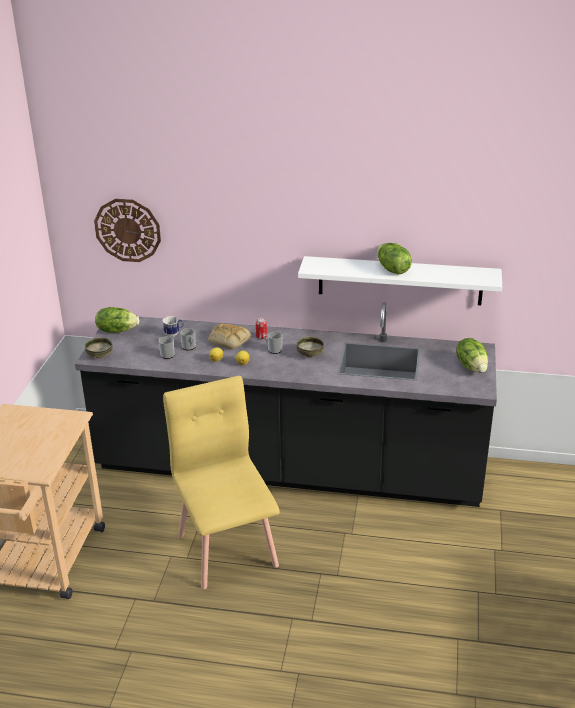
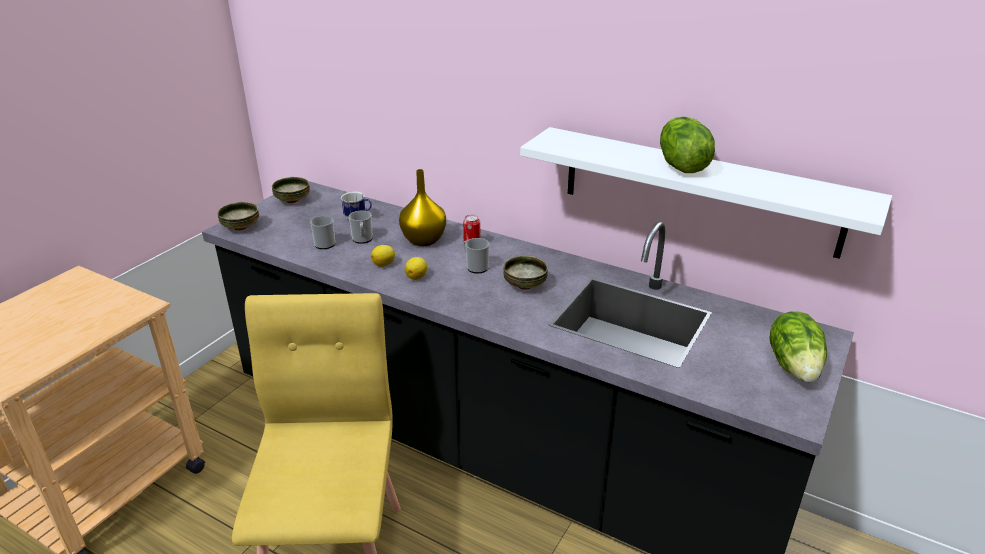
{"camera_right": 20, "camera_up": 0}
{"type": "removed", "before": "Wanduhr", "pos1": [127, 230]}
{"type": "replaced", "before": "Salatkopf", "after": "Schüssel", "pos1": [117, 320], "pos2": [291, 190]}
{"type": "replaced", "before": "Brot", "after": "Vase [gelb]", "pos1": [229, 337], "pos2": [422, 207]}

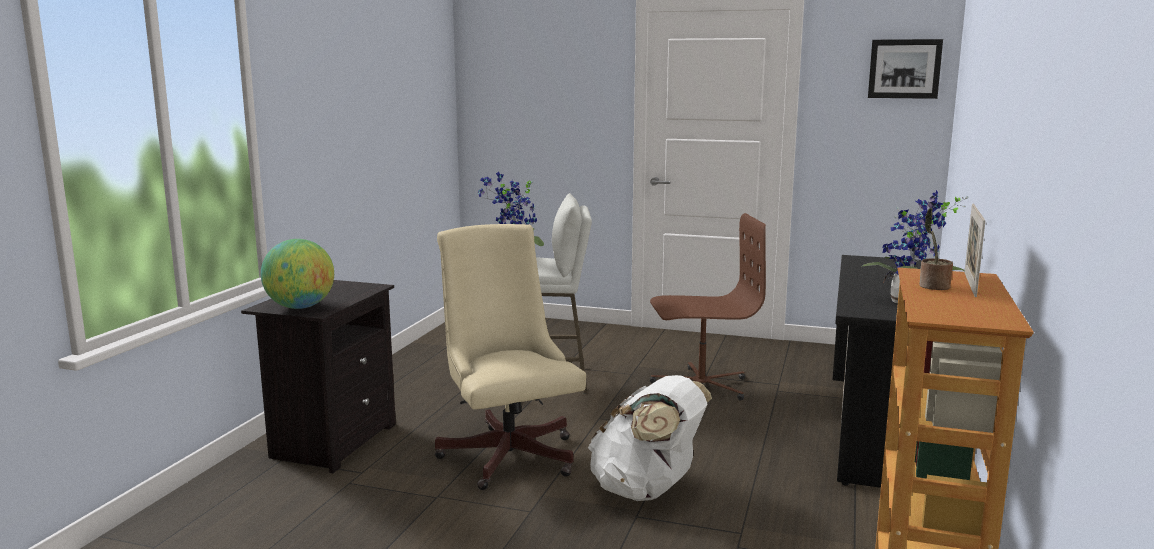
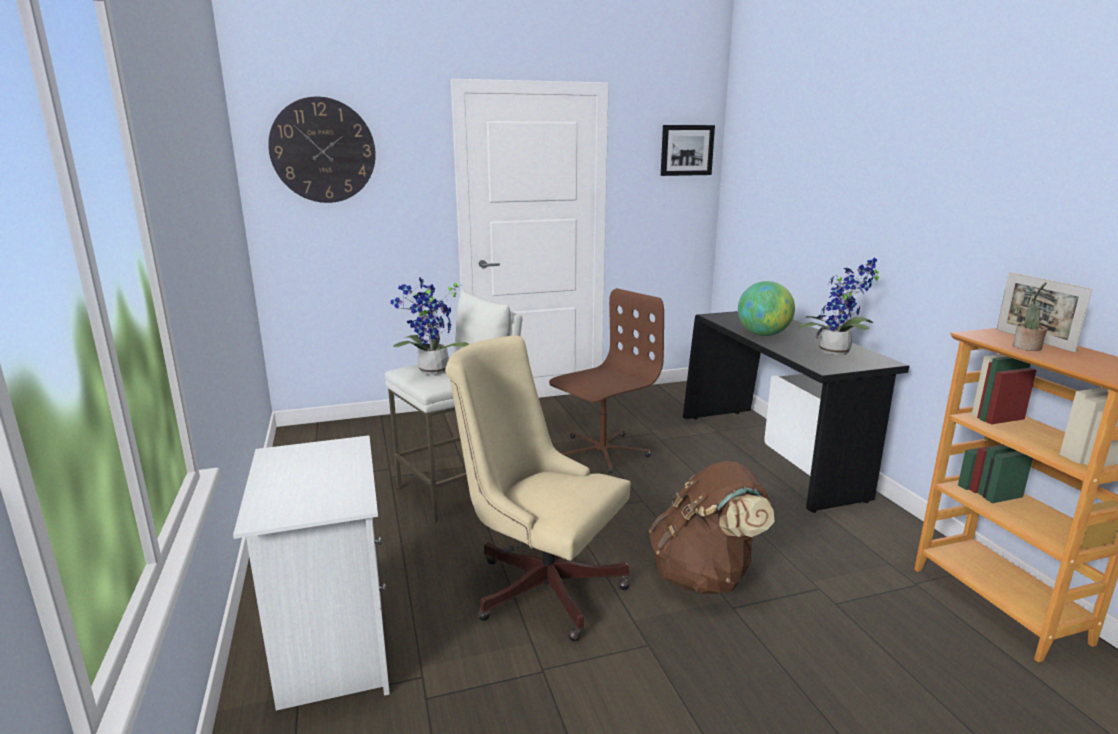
{"camera_right": -35, "camera_up": 5}
{"type": "added", "after": "Wanduhr", "pos2": [322, 150]}
{"type": "moved", "before": "Globus", "pos1": [297, 274], "pos2": [766, 308]}
{"type": "recoloured", "before": "Nachttisch [schwarz]", "after": "Nachttisch [weiß]", "pos1": [318, 376], "pos2": [311, 573]}
{"type": "recoloured", "before": "Rucksack [weiß]", "after": "Rucksack [braun]", "pos1": [650, 438], "pos2": [712, 527]}

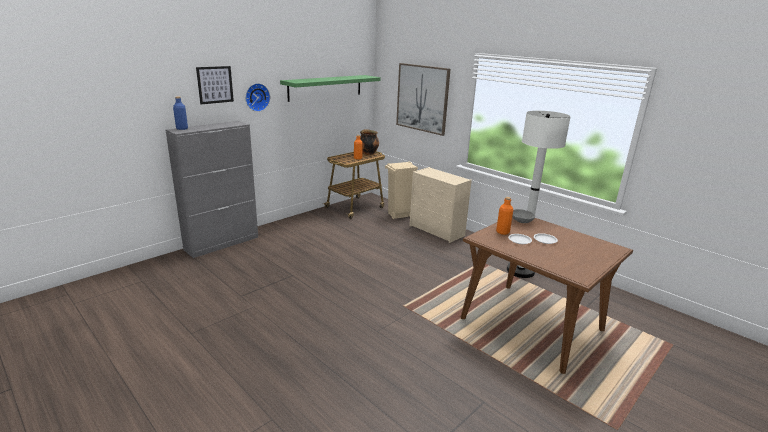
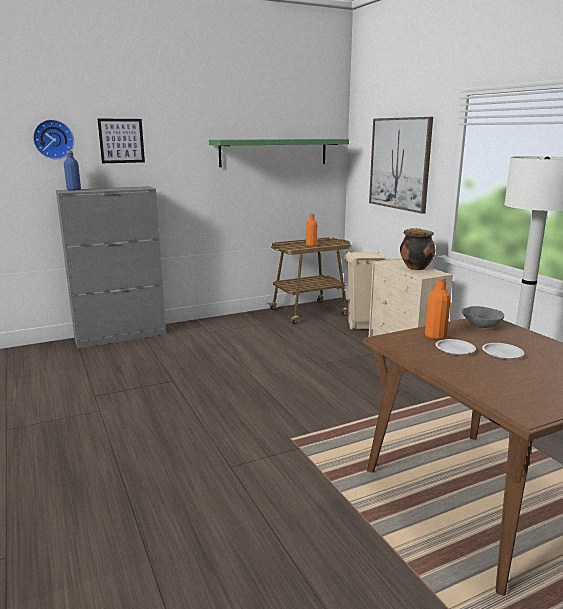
{"camera_right": 20, "camera_up": -5}
{"type": "moved", "before": "Wanduhr", "pos1": [257, 97], "pos2": [53, 139]}
{"type": "moved", "before": "Kochtopf", "pos1": [369, 142], "pos2": [418, 249]}

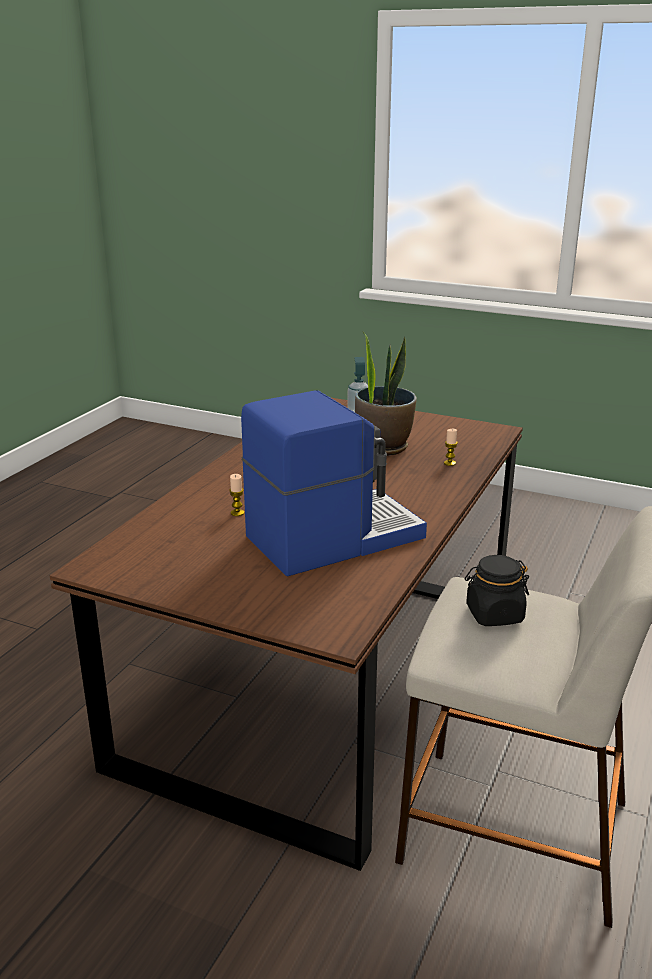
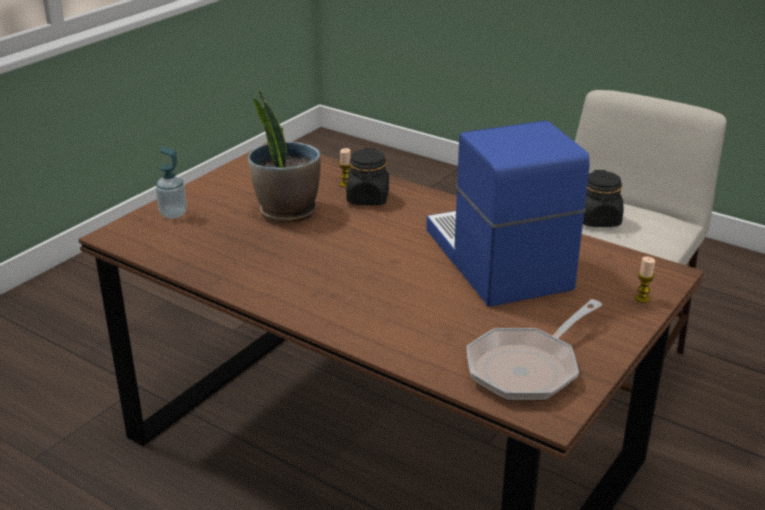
{"camera_right": -80, "camera_up": 5}
{"type": "added", "after": "Vorratsglas [schwarz]", "pos2": [367, 176]}
{"type": "added", "after": "Pfanne", "pos2": [535, 350]}
{"type": "moved", "before": "Kerze", "pos1": [236, 495], "pos2": [645, 279]}

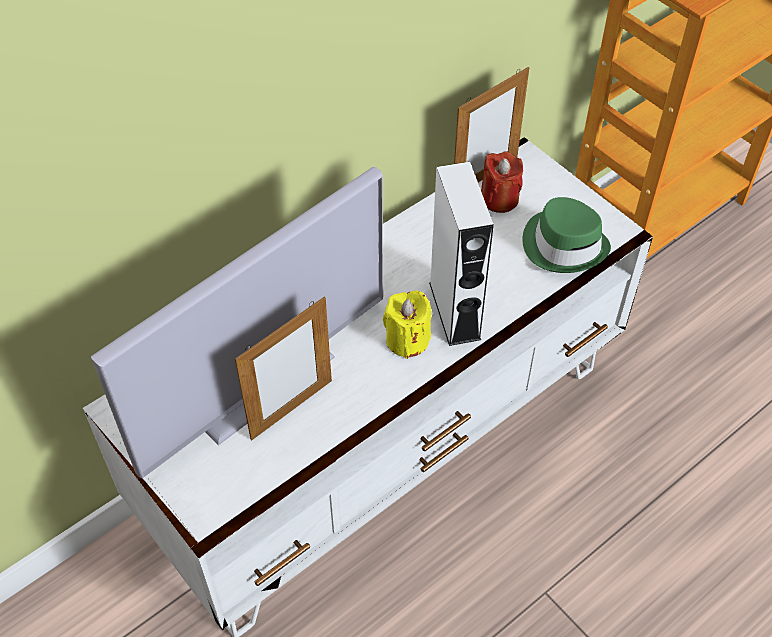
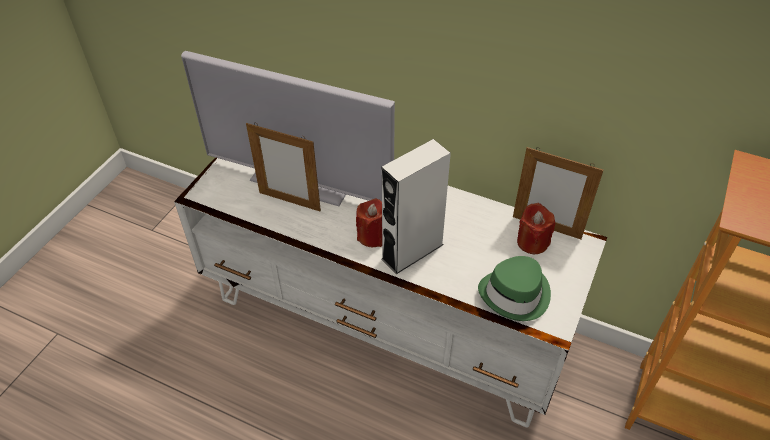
{"camera_right": 65, "camera_up": -5}
{"type": "recoloured", "before": "Kerze [gelb]", "after": "Kerze [rot]", "pos1": [407, 324], "pos2": [369, 223]}

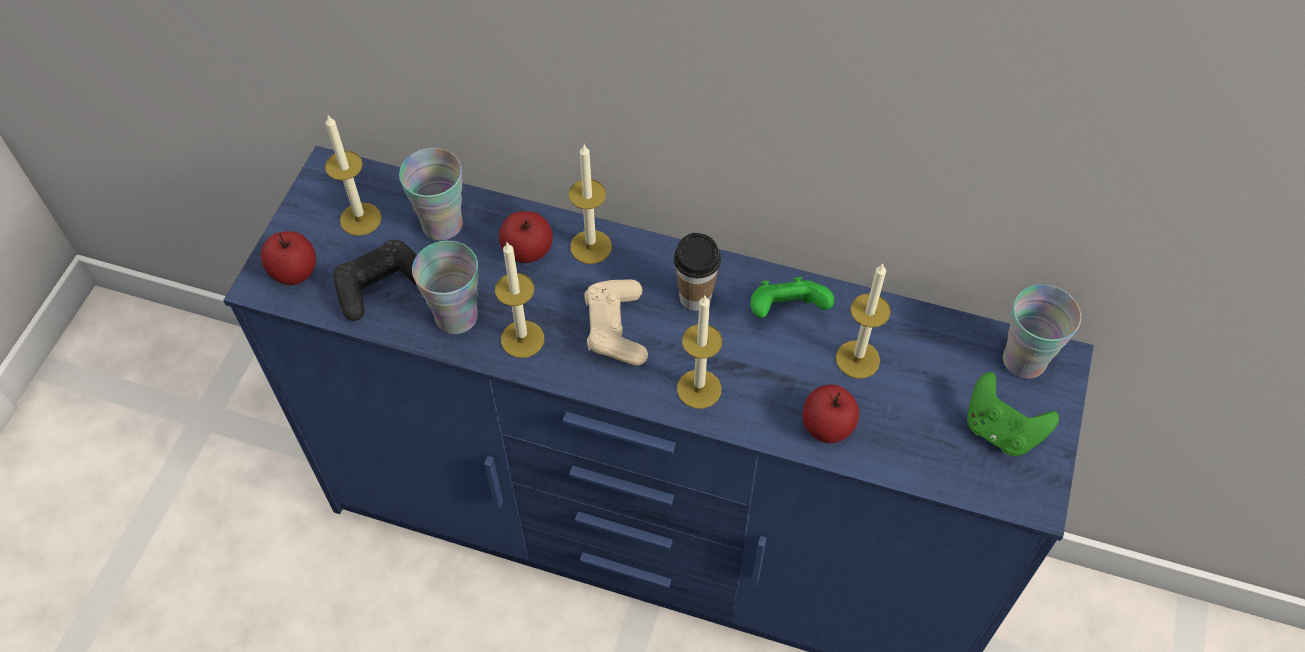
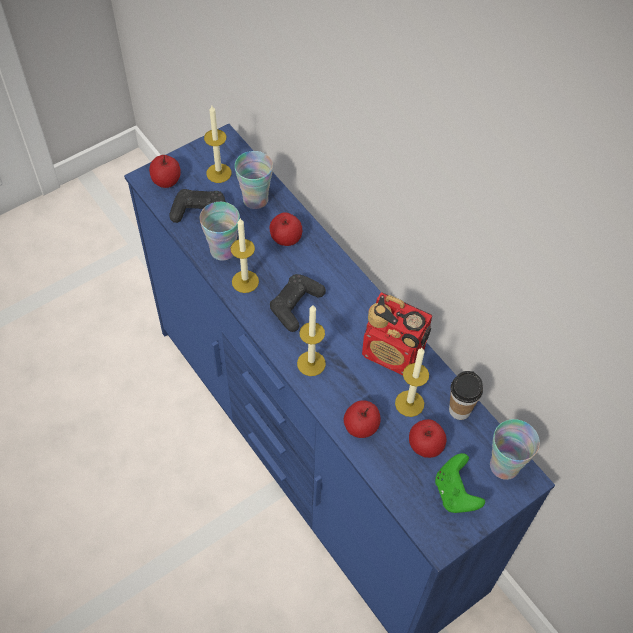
{"camera_right": 35, "camera_up": 0}
{"type": "removed", "before": "Kerze", "pos1": [590, 204]}
{"type": "added", "after": "Apfel", "pos2": [427, 438]}
{"type": "moved", "before": "Tasse", "pos1": [697, 272], "pos2": [466, 395]}
{"type": "replaced", "before": "Gamepad [grün]", "after": "Radio", "pos1": [792, 297], "pos2": [397, 333]}
{"type": "recoloured", "before": "Gamepad [beige]", "after": "Gamepad [schwarz]", "pos1": [616, 323], "pos2": [298, 303]}

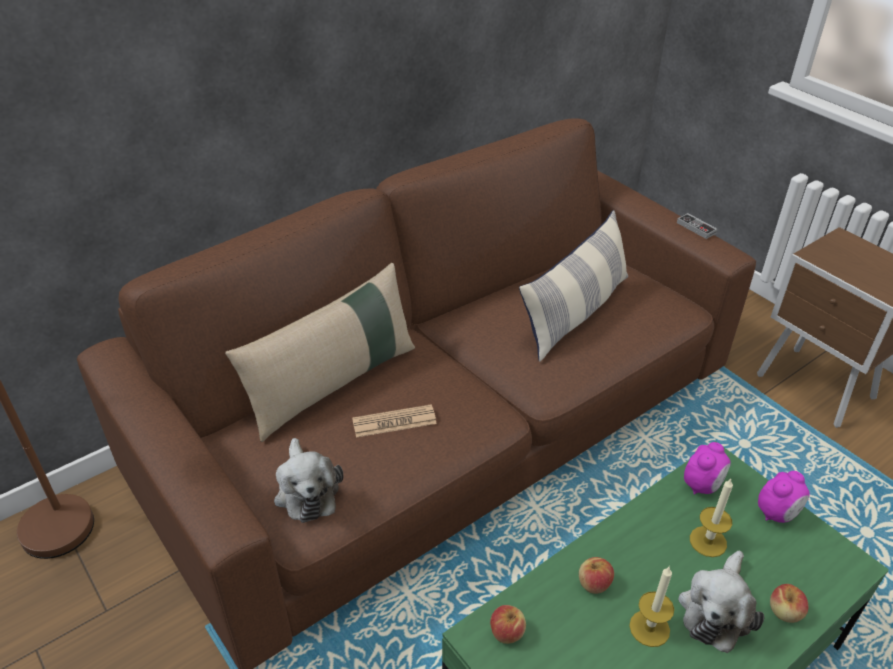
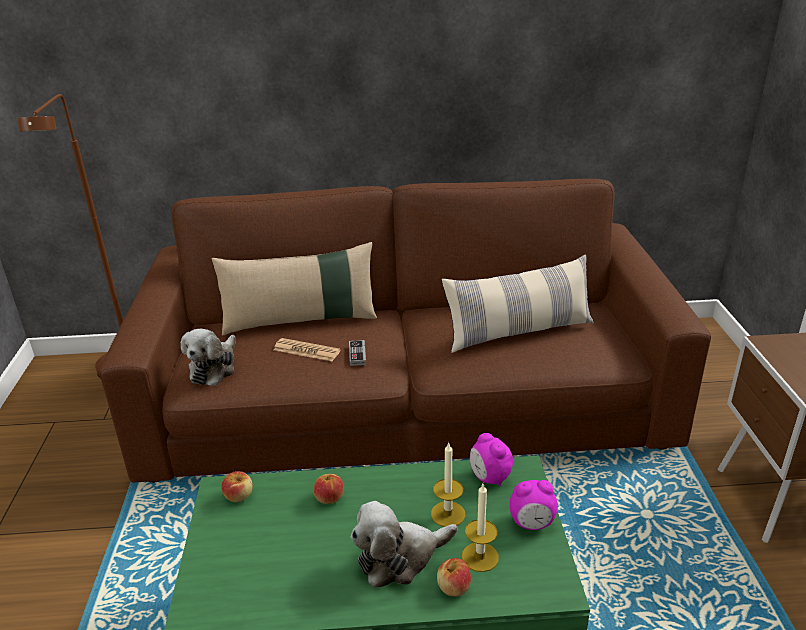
{"camera_right": 35, "camera_up": -10}
{"type": "moved", "before": "Kerze", "pos1": [651, 606], "pos2": [480, 528]}
{"type": "moved", "before": "Gamepad", "pos1": [697, 226], "pos2": [357, 353]}
{"type": "turned", "before": "Wecker", "pos1": [707, 468], "pos2": [491, 459], "turn": 75}

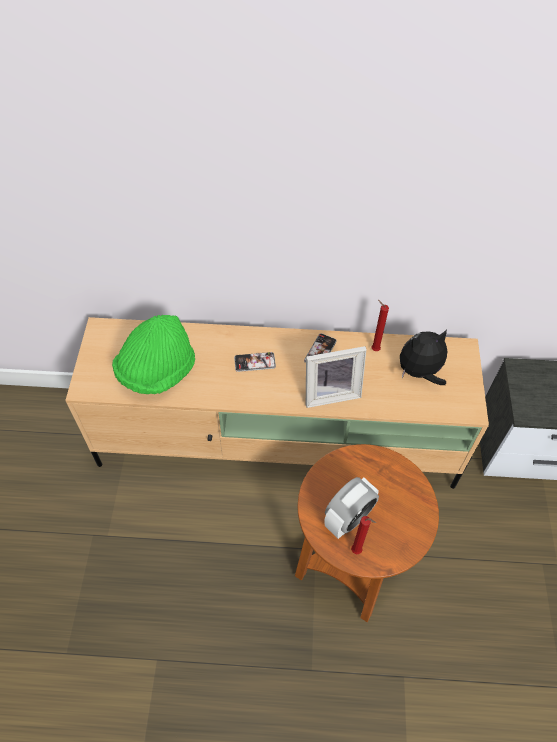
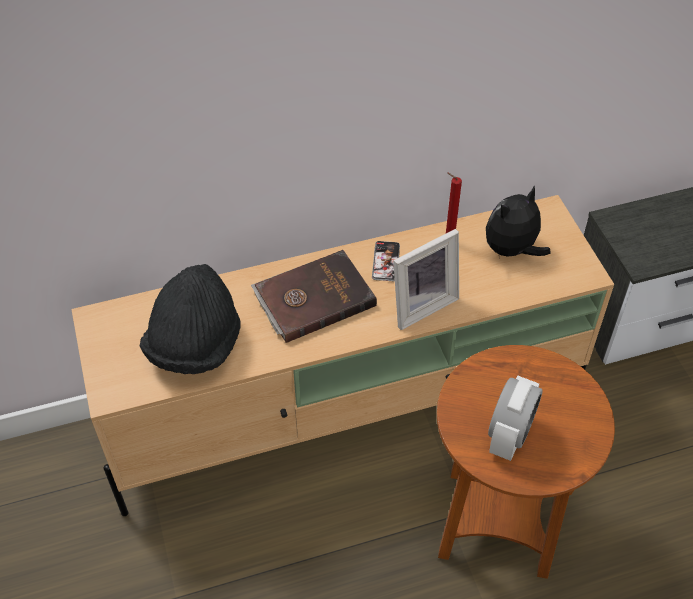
{"camera_right": -20, "camera_up": -5}
{"type": "removed", "before": "Kerze [rot]", "pos1": [363, 535]}
{"type": "replaced", "before": "Handy", "after": "Buch [braun]", "pos1": [255, 362], "pos2": [314, 296]}
{"type": "recoloured", "before": "Hut [grün]", "after": "Hut [schwarz]", "pos1": [153, 354], "pos2": [190, 319]}

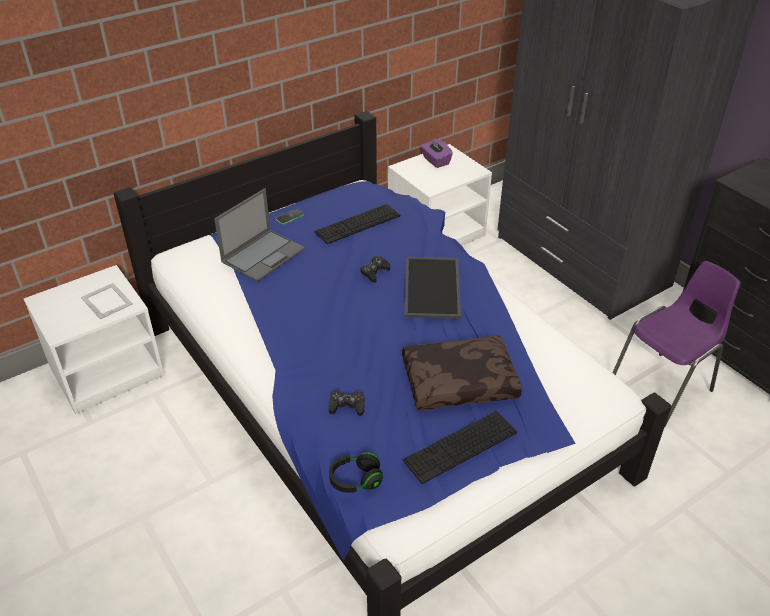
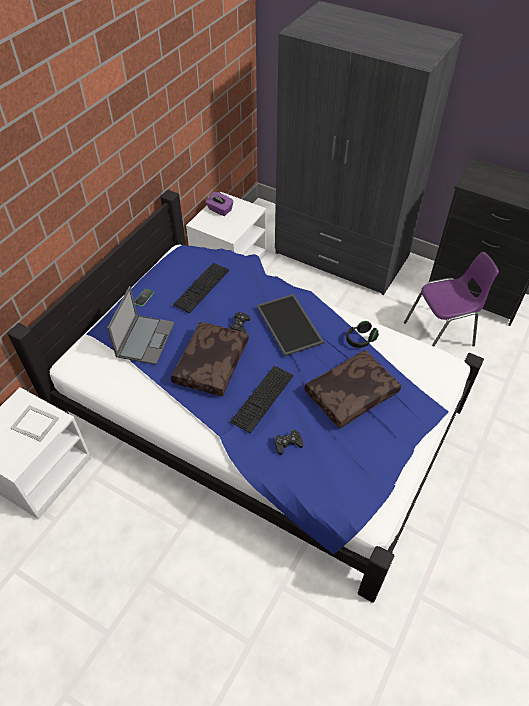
{"camera_right": -25, "camera_up": 10}
{"type": "added", "after": "Kissen [braun]", "pos2": [210, 359]}
{"type": "moved", "before": "Kopfhörer [schwarz]", "pos1": [356, 472], "pos2": [362, 334]}
{"type": "moved", "before": "Tastatur", "pos1": [460, 447], "pos2": [261, 399]}
{"type": "turned", "before": "Stuhl [lila]", "pos1": [676, 344], "pos2": [451, 299], "turn": 45}

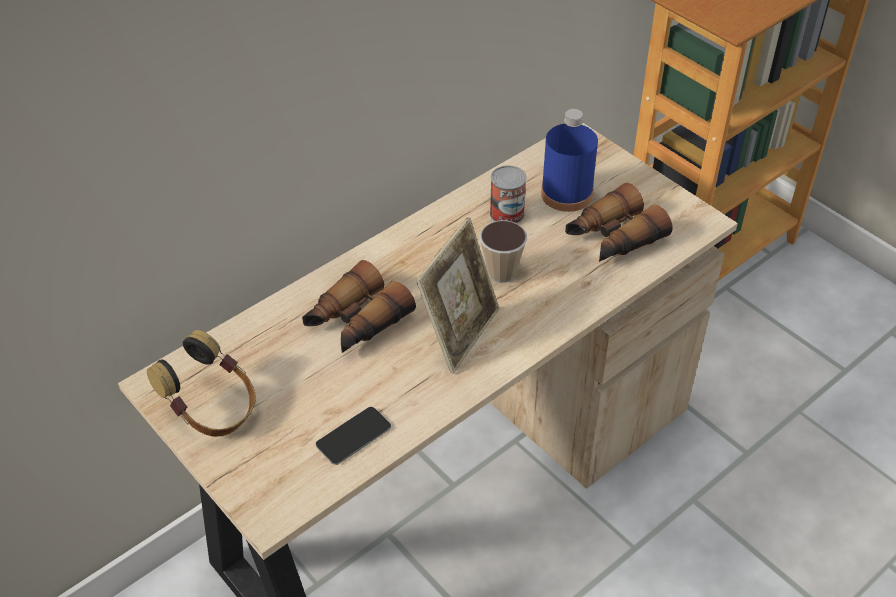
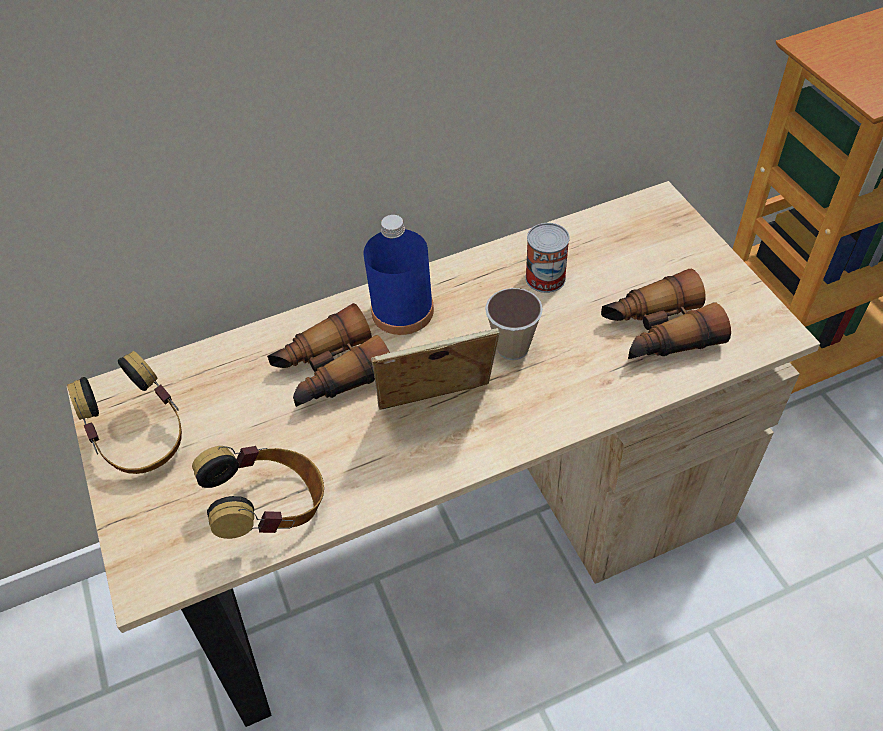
{"camera_right": 20, "camera_up": 5}
{"type": "moved", "before": "Flasche [blau]", "pos1": [569, 160], "pos2": [398, 275]}
{"type": "replaced", "before": "Handy", "after": "Kopfhörer", "pos1": [353, 436], "pos2": [258, 492]}
{"type": "turned", "before": "Bilderrahmen", "pos1": [457, 295], "pos2": [435, 369], "turn": -150}

